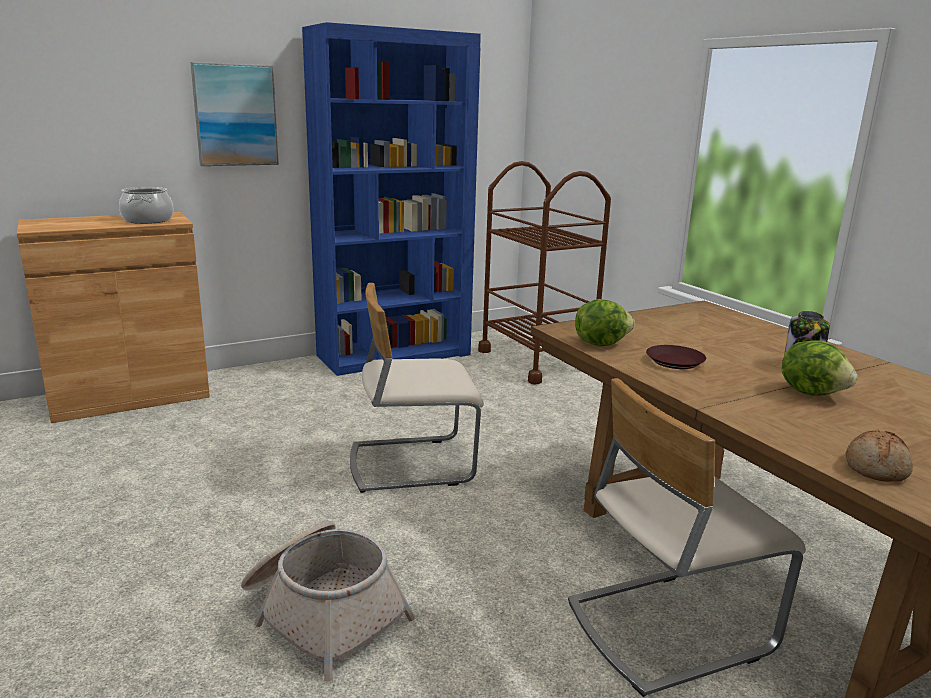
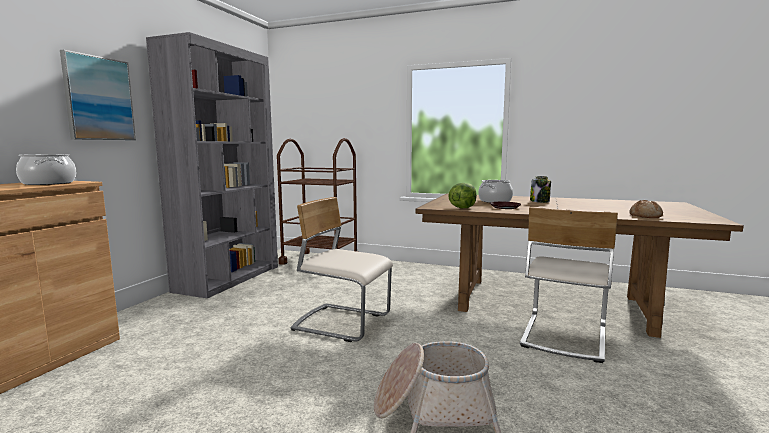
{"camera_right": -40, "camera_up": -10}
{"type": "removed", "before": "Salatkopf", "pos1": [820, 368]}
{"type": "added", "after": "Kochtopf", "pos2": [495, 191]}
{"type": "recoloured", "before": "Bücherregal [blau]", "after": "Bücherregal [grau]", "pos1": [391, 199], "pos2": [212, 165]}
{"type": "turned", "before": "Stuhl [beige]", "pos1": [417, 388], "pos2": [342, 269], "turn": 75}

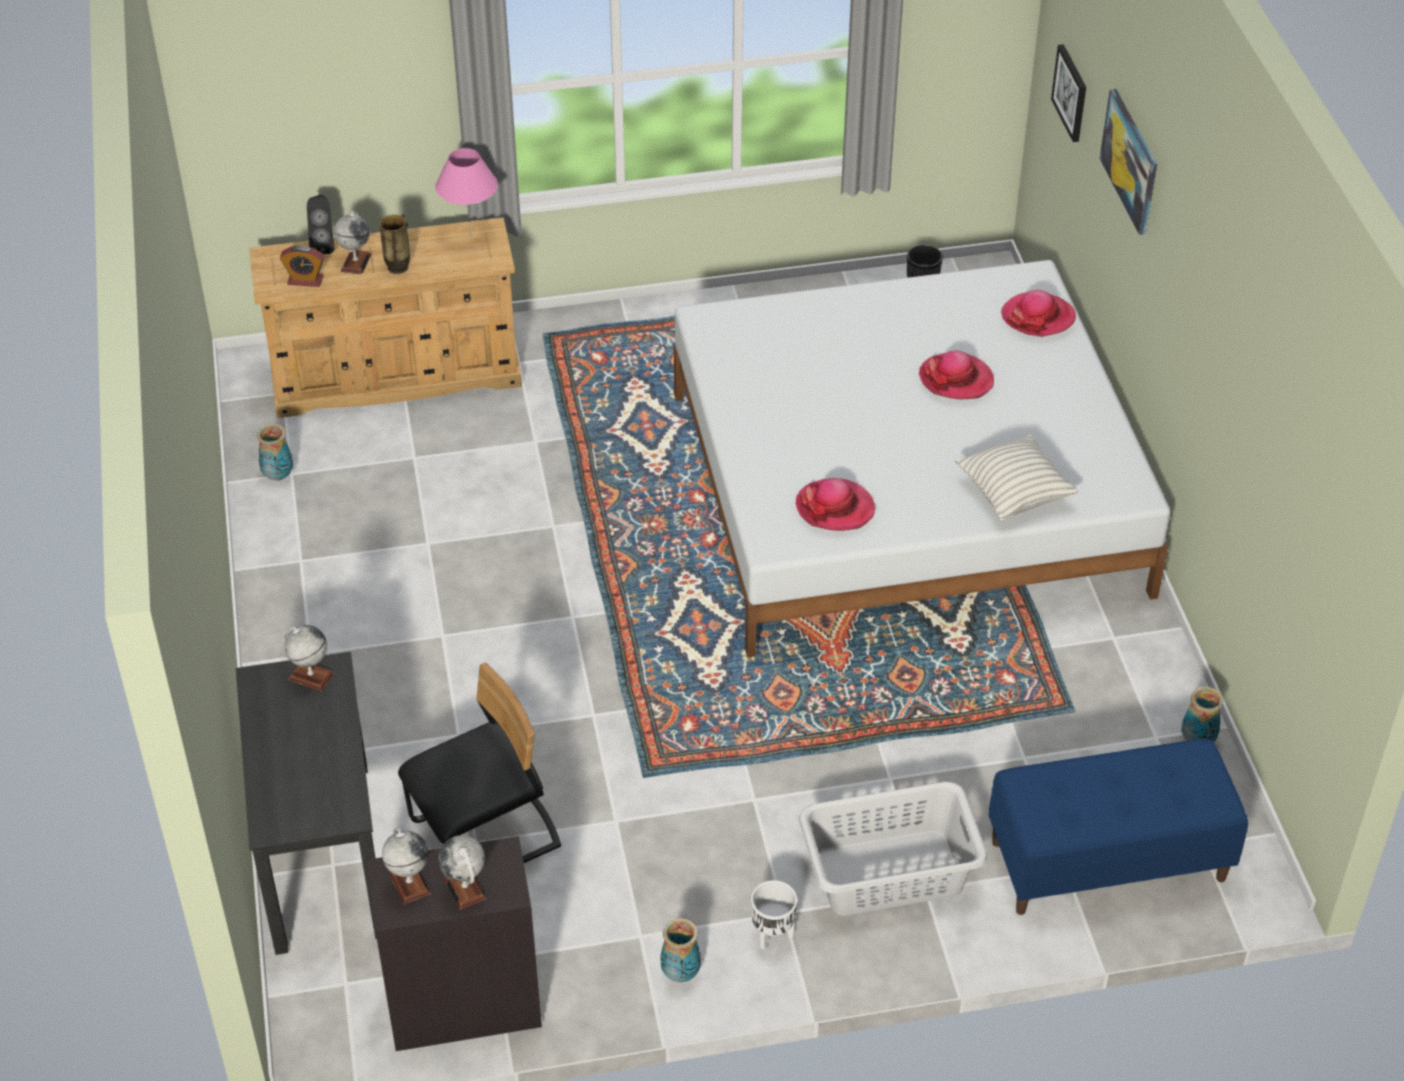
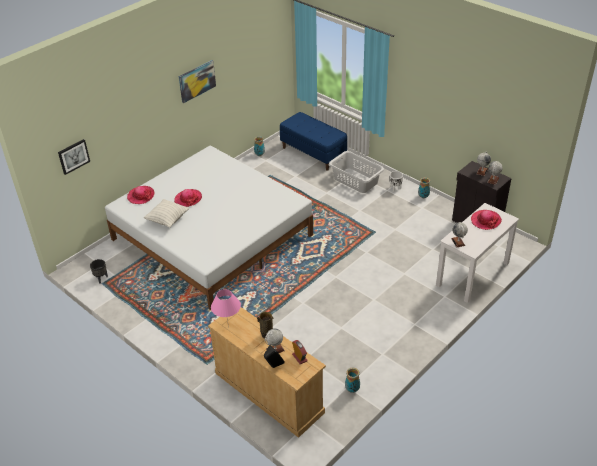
{"camera_right": -125, "camera_up": -5}
{"type": "removed", "before": "Stuhl [schwarz]", "pos1": [479, 763]}
{"type": "moved", "before": "Hut", "pos1": [835, 504], "pos2": [486, 220]}
{"type": "moved", "before": "Kissen", "pos1": [1016, 477], "pos2": [166, 213]}
{"type": "moved", "before": "Bild", "pos1": [1128, 162], "pos2": [197, 81]}
{"type": "recoloured", "before": "Schreibtisch [schwarz]", "after": "Schreibtisch [weiß]", "pos1": [306, 803], "pos2": [477, 253]}

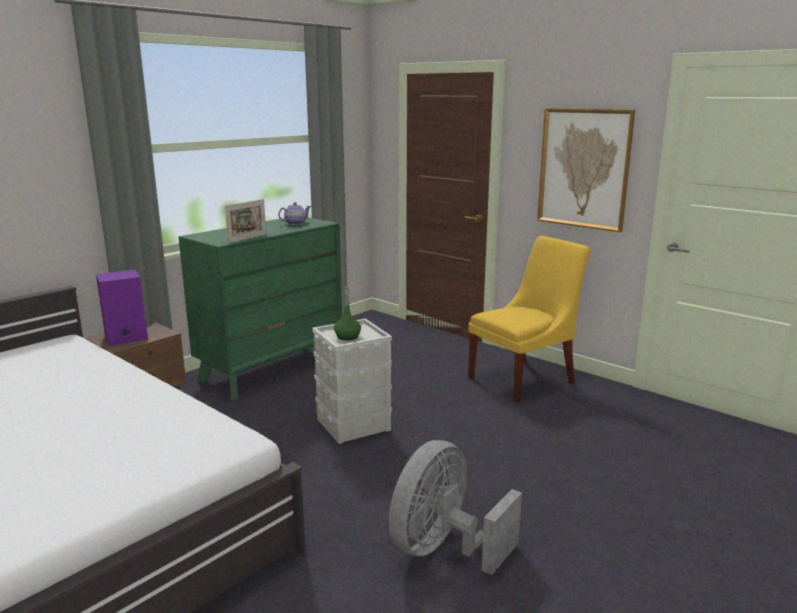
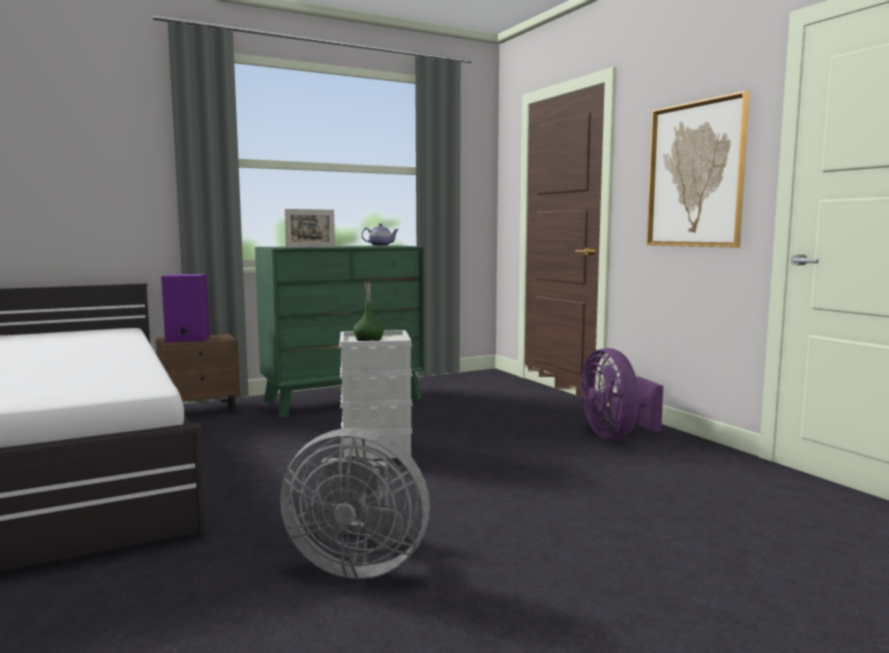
{"camera_right": 20, "camera_up": -10}
{"type": "replaced", "before": "Stuhl [gelb]", "after": "Ventilator [lila]", "pos1": [529, 319], "pos2": [622, 394]}
{"type": "turned", "before": "Ventilator [grau]", "pos1": [455, 507], "pos2": [355, 503], "turn": -135}

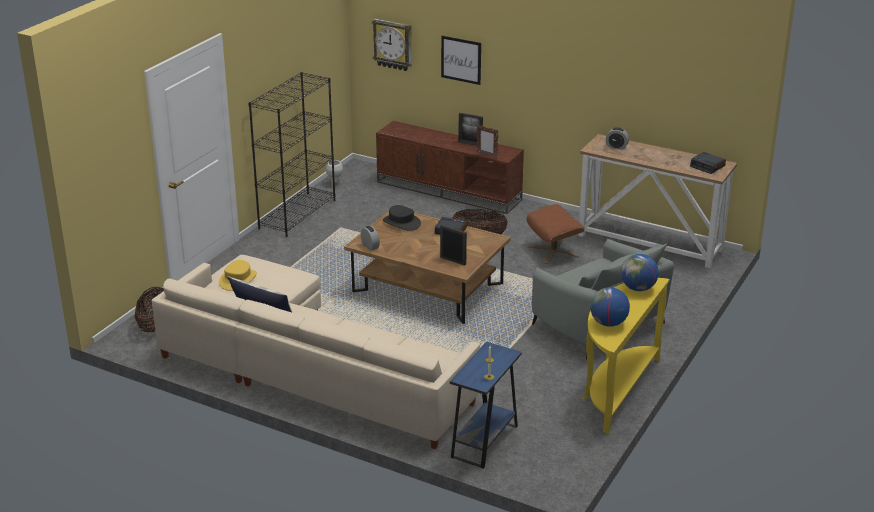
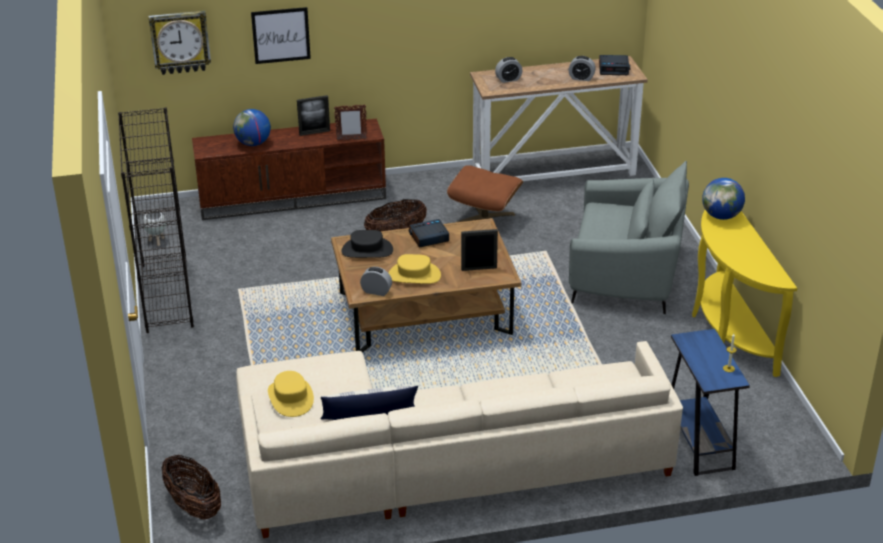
{"camera_right": -40, "camera_up": 5}
{"type": "added", "after": "Hut [gelb]", "pos2": [415, 269]}
{"type": "added", "after": "Wecker", "pos2": [582, 68]}
{"type": "moved", "before": "Globus", "pos1": [610, 307], "pos2": [252, 127]}

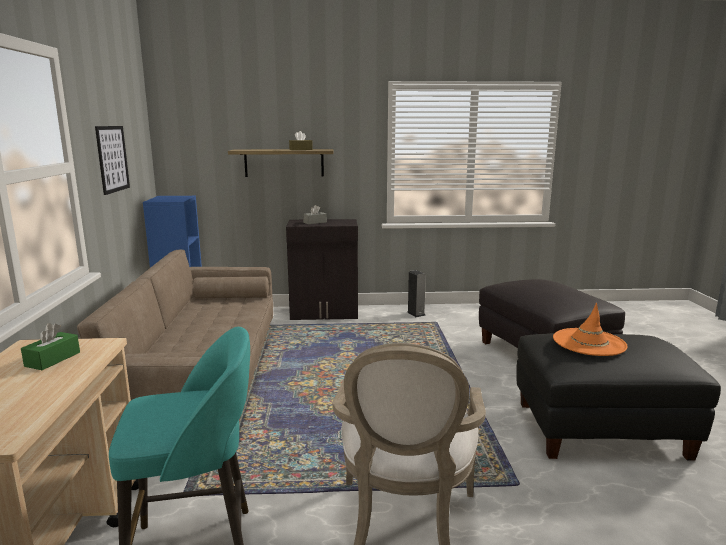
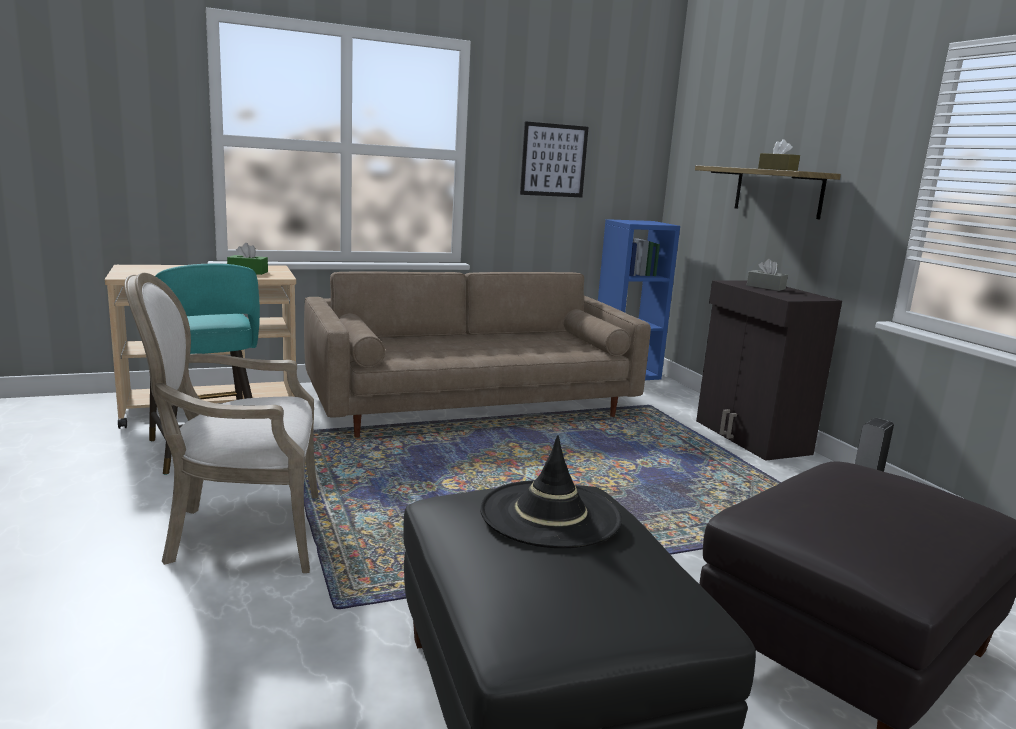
{"camera_right": 70, "camera_up": 0}
{"type": "recoloured", "before": "Hut [orange]", "after": "Hut [schwarz]", "pos1": [590, 329], "pos2": [551, 491]}

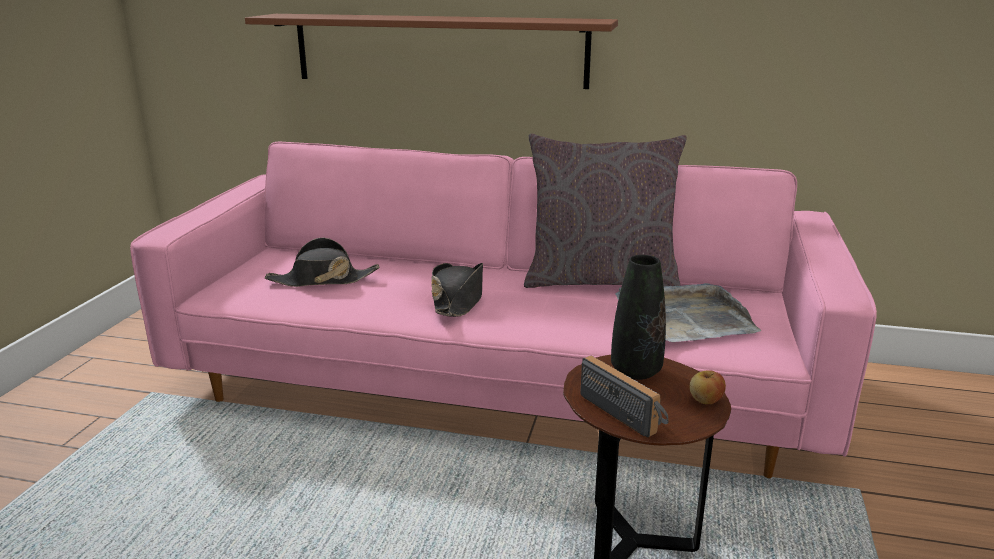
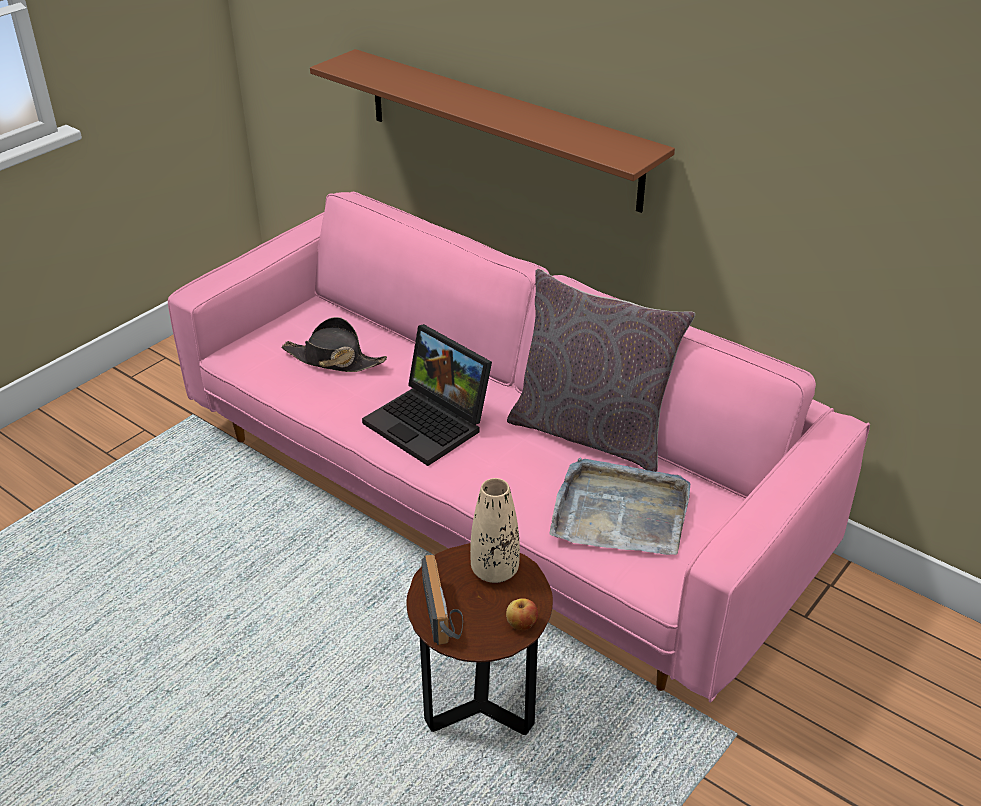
{"camera_right": 25, "camera_up": 15}
{"type": "replaced", "before": "Hut [schwarz]", "after": "Laptop", "pos1": [457, 290], "pos2": [427, 395]}
{"type": "recoloured", "before": "Vase [schwarz]", "after": "Vase [beige]", "pos1": [638, 317], "pos2": [495, 530]}

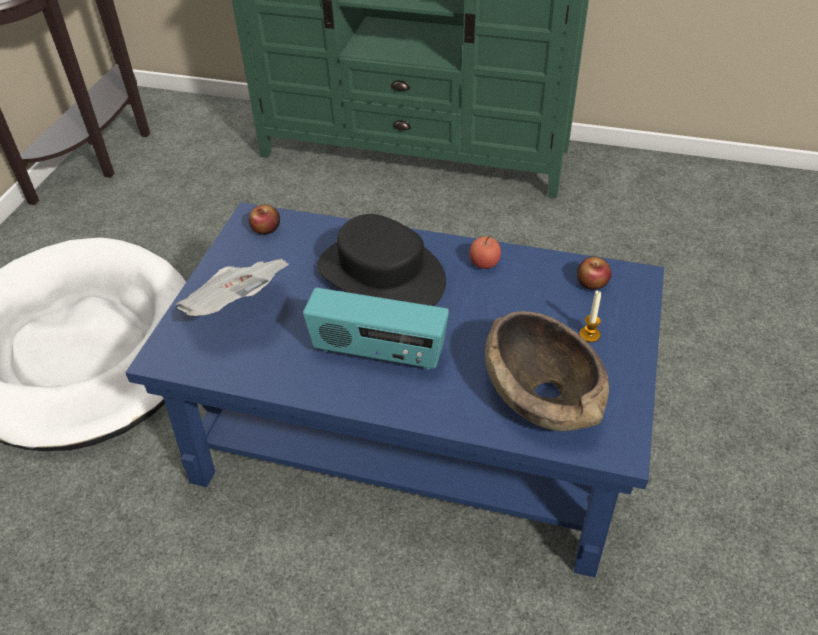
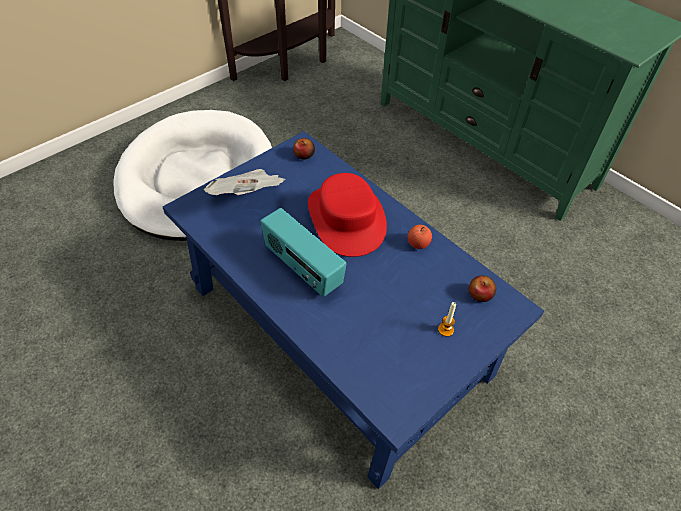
{"camera_right": 30, "camera_up": 5}
{"type": "removed", "before": "Schüssel [braun]", "pos1": [547, 371]}
{"type": "recoloured", "before": "Hut [schwarz]", "after": "Hut [rot]", "pos1": [381, 260], "pos2": [347, 215]}

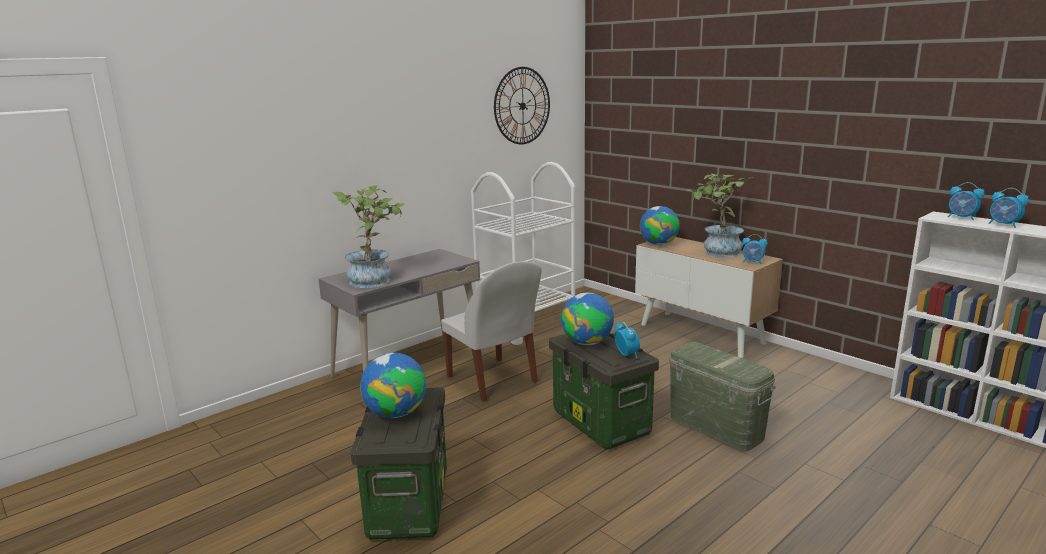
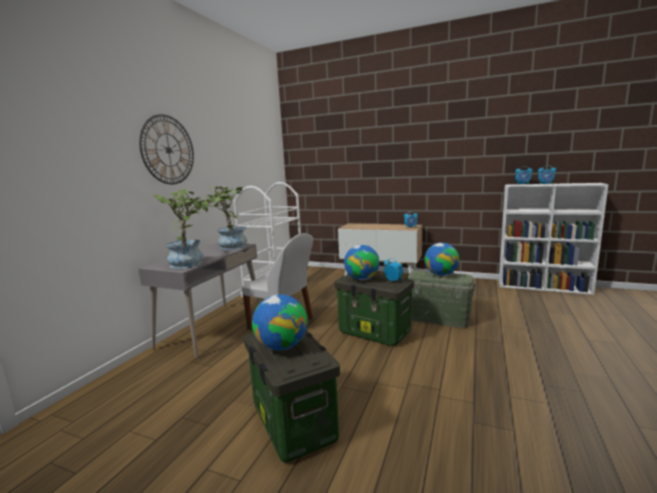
{"camera_right": -25, "camera_up": -5}
{"type": "moved", "before": "Wanduhr", "pos1": [522, 106], "pos2": [166, 149]}
{"type": "moved", "before": "Globus", "pos1": [660, 225], "pos2": [442, 259]}
{"type": "moved", "before": "Topfpflanze", "pos1": [718, 215], "pos2": [222, 218]}

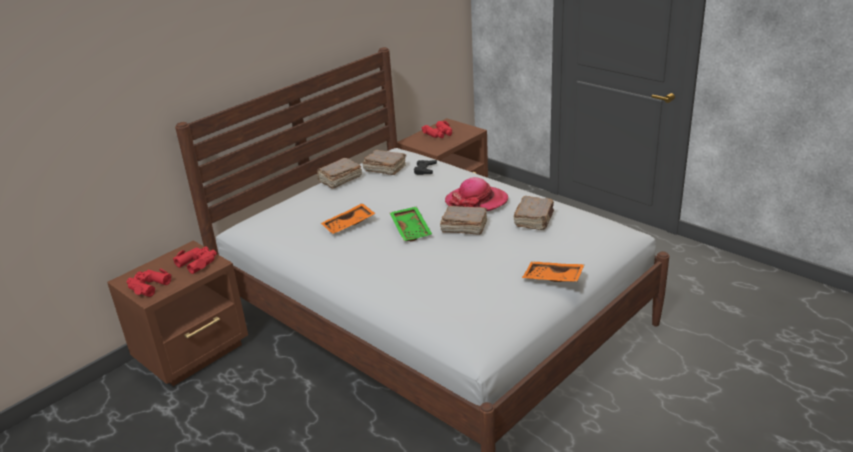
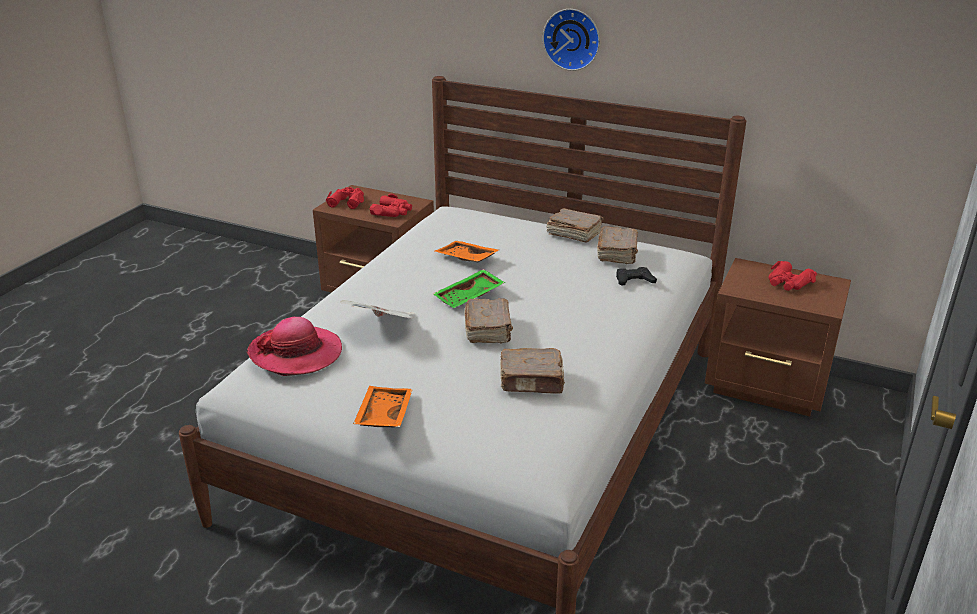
{"camera_right": 70, "camera_up": 0}
{"type": "added", "after": "Zeitung", "pos2": [377, 309]}
{"type": "added", "after": "Wanduhr", "pos2": [571, 40]}
{"type": "moved", "before": "Hut", "pos1": [476, 194], "pos2": [294, 346]}

